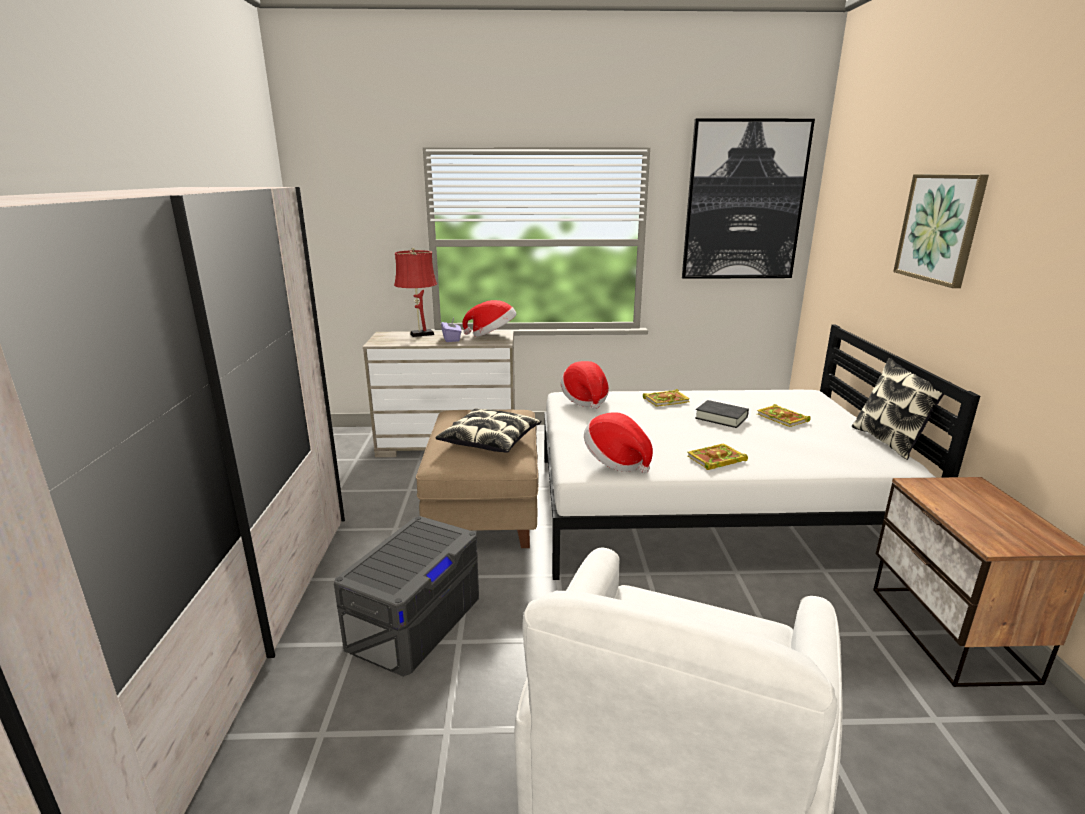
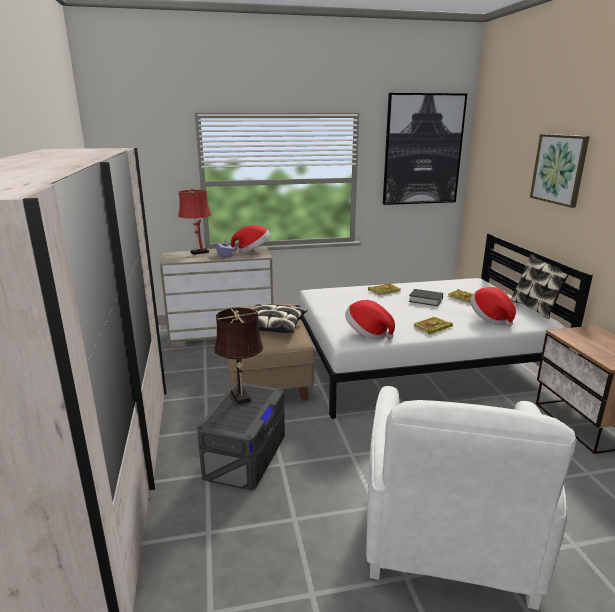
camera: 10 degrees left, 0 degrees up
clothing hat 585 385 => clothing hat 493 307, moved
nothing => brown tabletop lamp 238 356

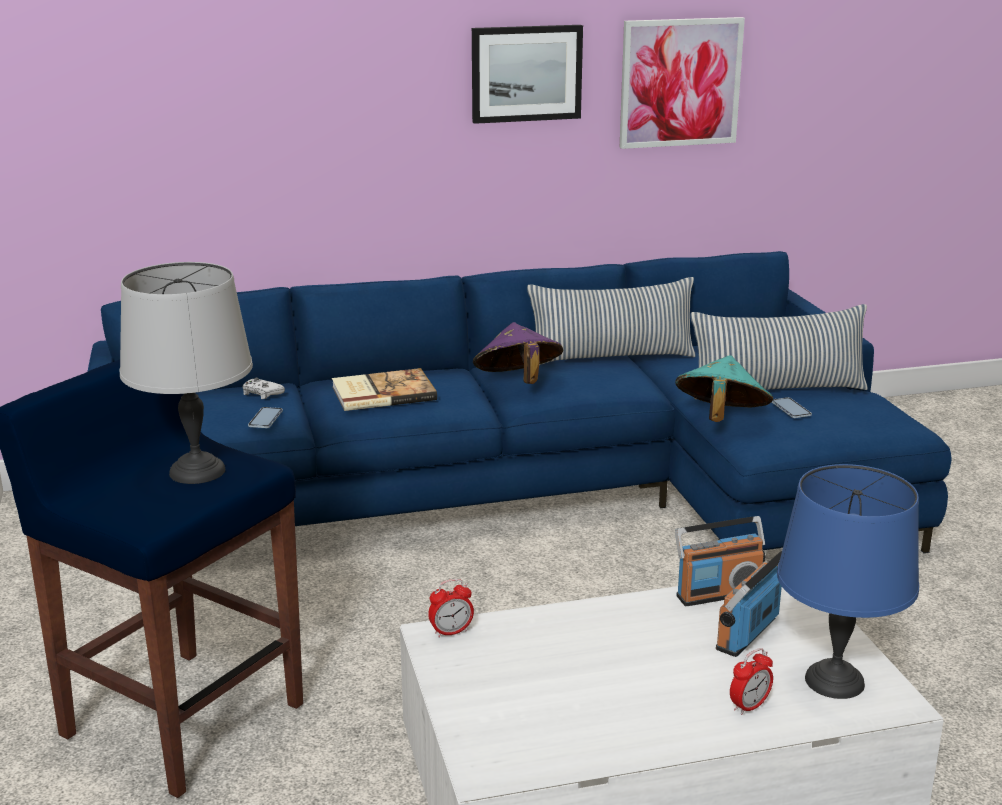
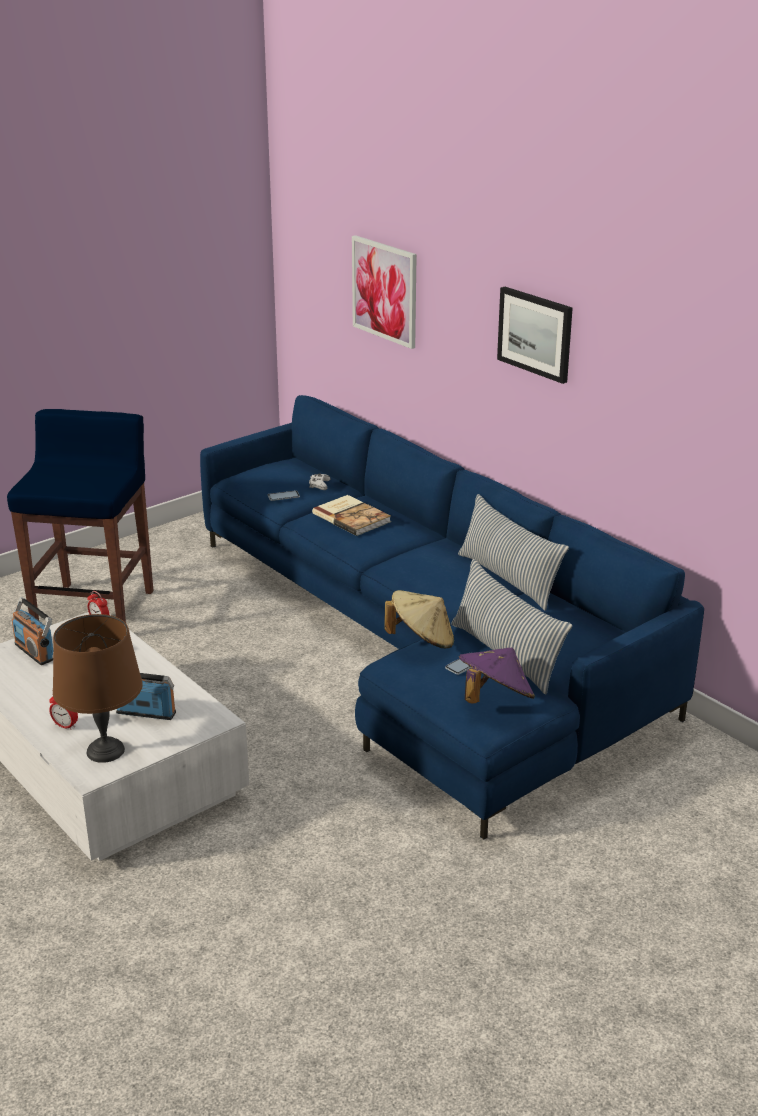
camera: 65 degrees right, 5 degrees up
picture 682 83 => picture 384 292, moved
grey tabletop lamp 186 373 => nothing
purplish clothing hat 518 353 => purplish clothing hat 497 676, moved
turquoise clothing hat 724 388 => beige clothing hat 419 619
blue tabletop lamp 848 581 => brown tabletop lamp 98 688
radio 720 561 => radio 32 631, moved

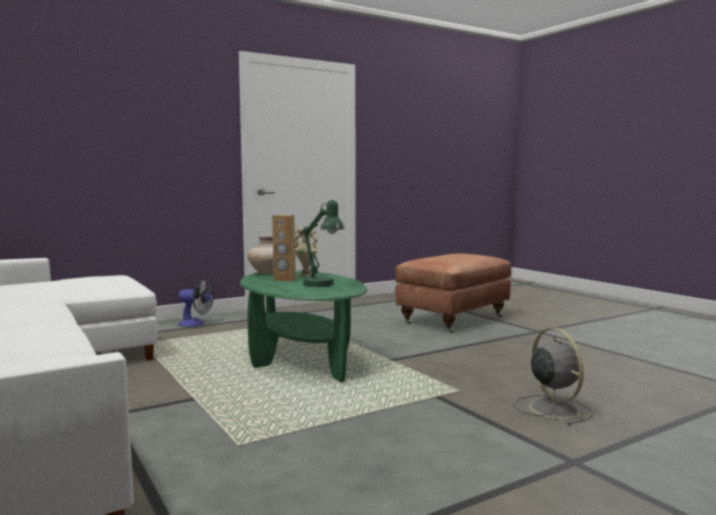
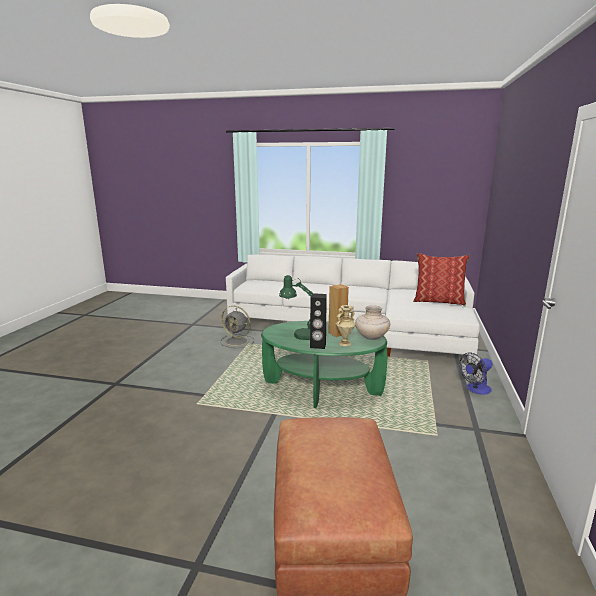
camera: 135 degrees right, 10 degrees up
grey electric fan 553 376 => grey electric fan 237 327, moved
nothing => throw pillow 441 279
nothing => blackish audio speaker 318 321

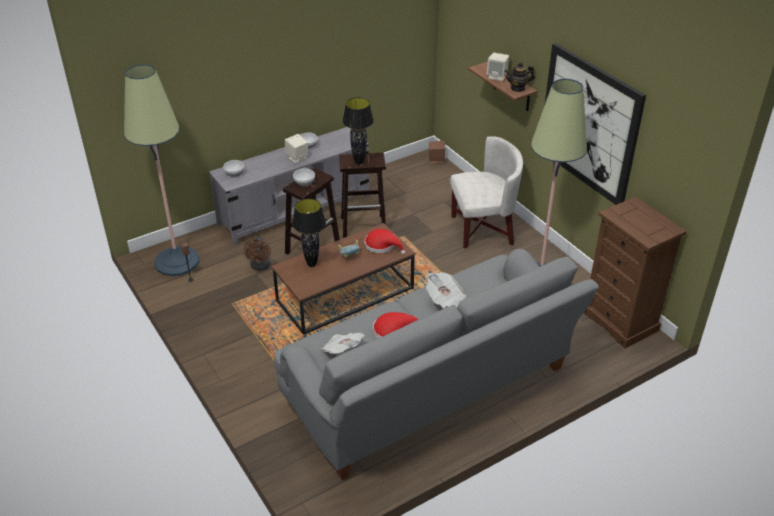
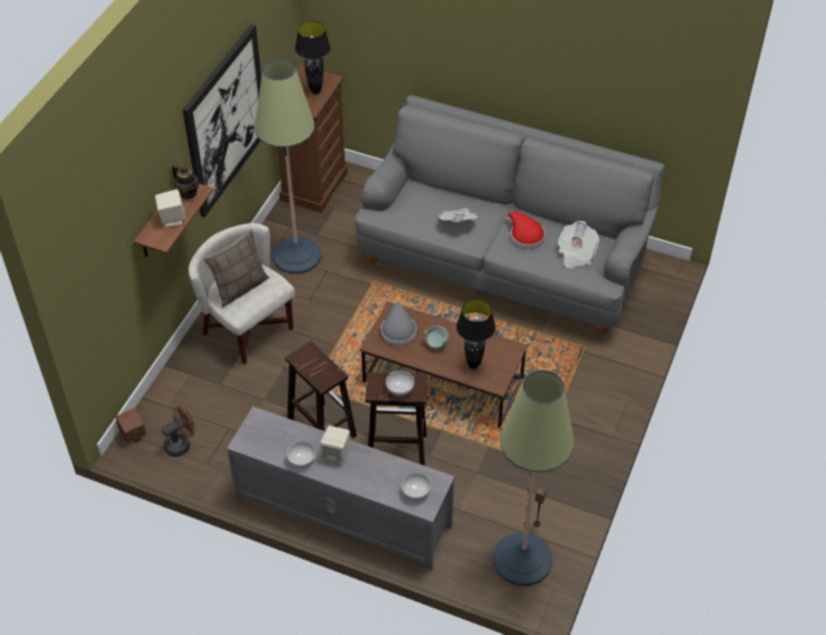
camera: 125 degrees left, 10 degrees up
blackish tabletop lamp 358 131 => blackish tabletop lamp 313 57, moved
reddish clothing hat 385 242 => grey clothing hat 398 323
brown electric fan 257 254 => brown electric fan 178 431, moved
nothing => throw pillow 236 268

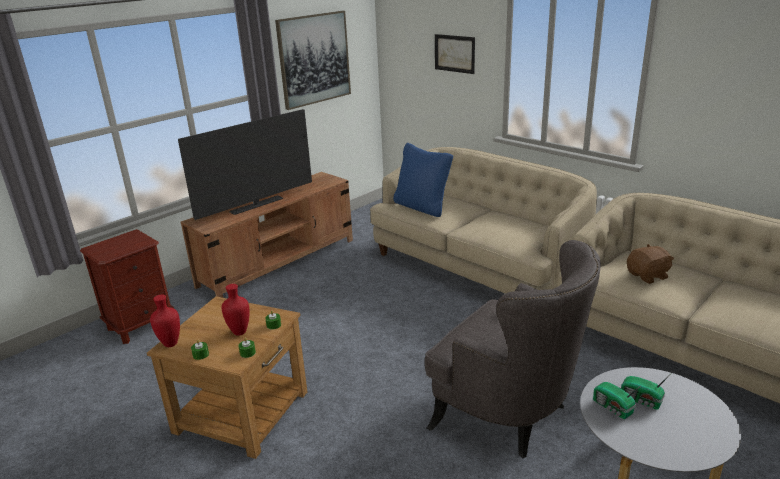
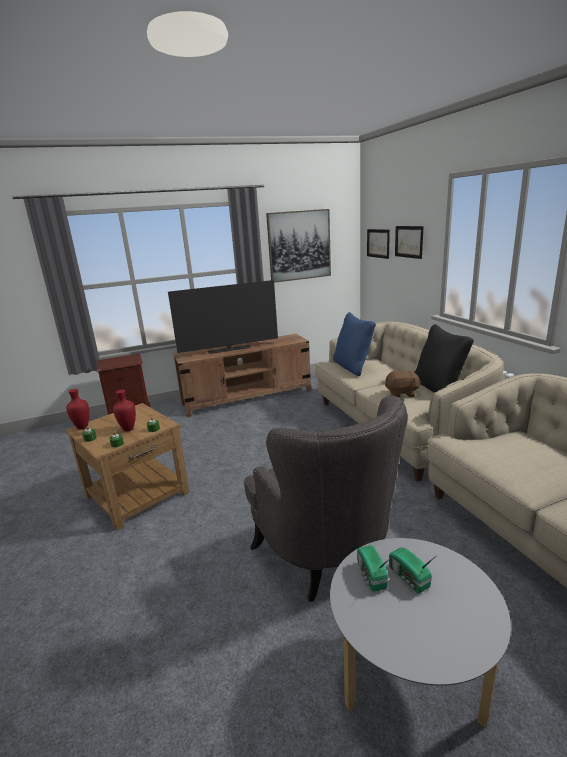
camera: 25 degrees right, 5 degrees down
brown cuddly toy 650 264 => brown cuddly toy 403 384, moved
nothing => picture 378 244
nothing => blackish throw pillow 444 358

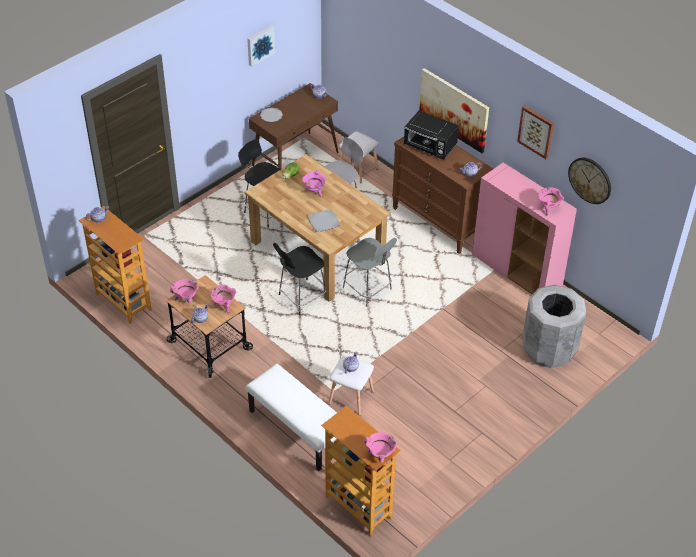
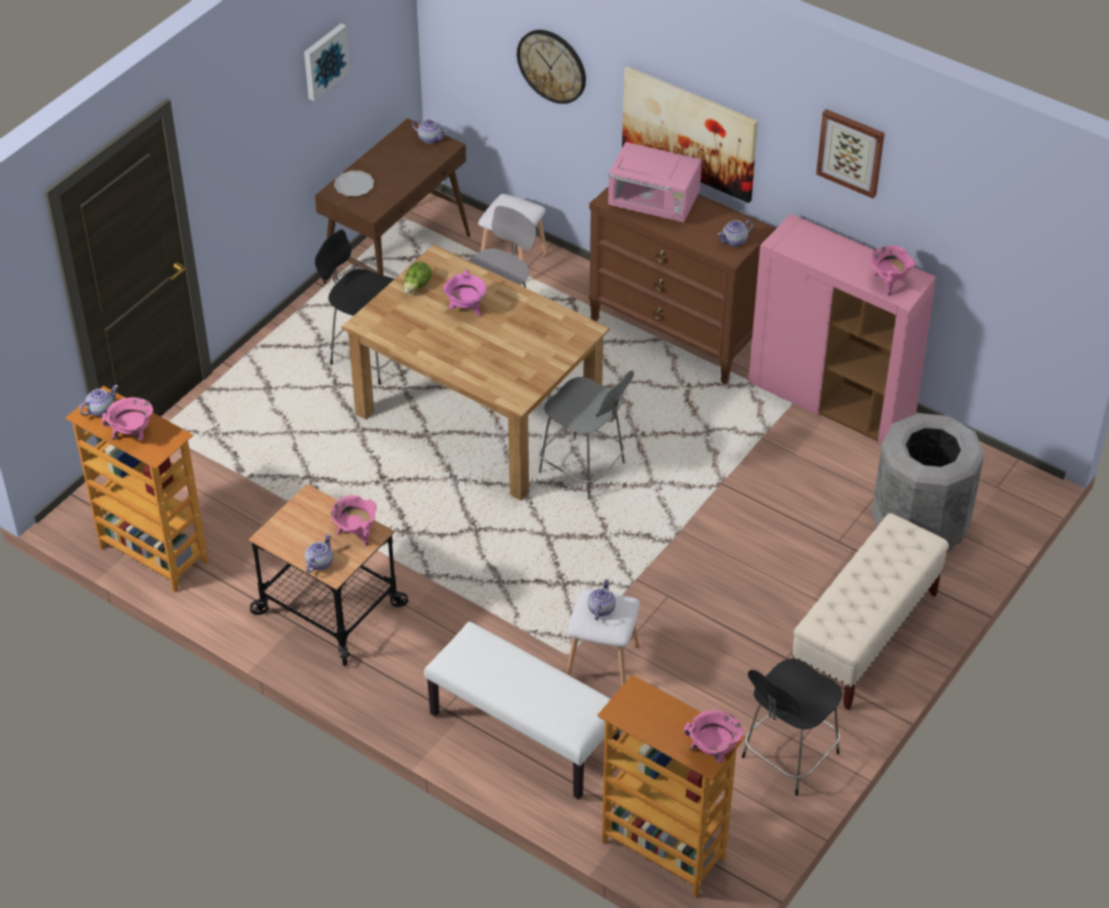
camera: 10 degrees left, 0 degrees up
blackish microwave 431 135 => pink-coloured microwave 655 182
clock on the wall 589 181 => clock on the wall 551 67, moved
plate 324 220 => nothing
blackish upright chair 299 279 => blackish upright chair 792 727, moved
pink-coloured cooking pot 184 291 => pink-coloured cooking pot 127 418, moved
nothing => beige bench 870 611

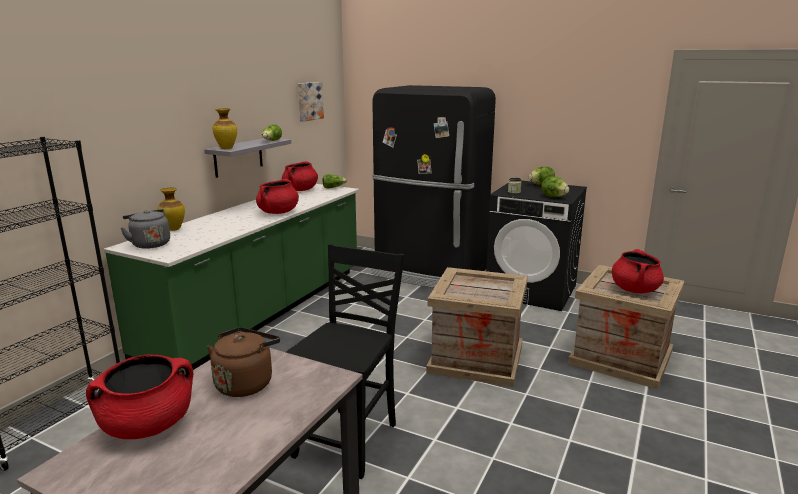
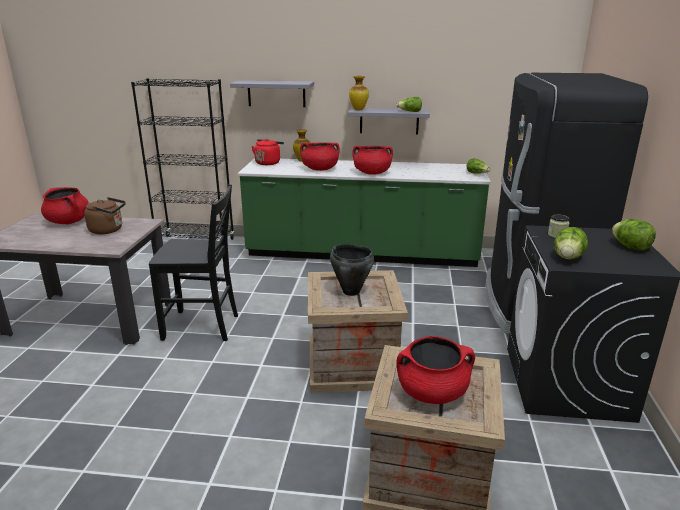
camera: 70 degrees right, 5 degrees up
picture 311 102 => nothing
reddish cooking pot 300 176 => reddish cooking pot 320 156, moved
grey kettle 145 229 => reddish kettle 267 152
nothing => grey shelf 272 93
nothing => blackish cooking pot 352 270

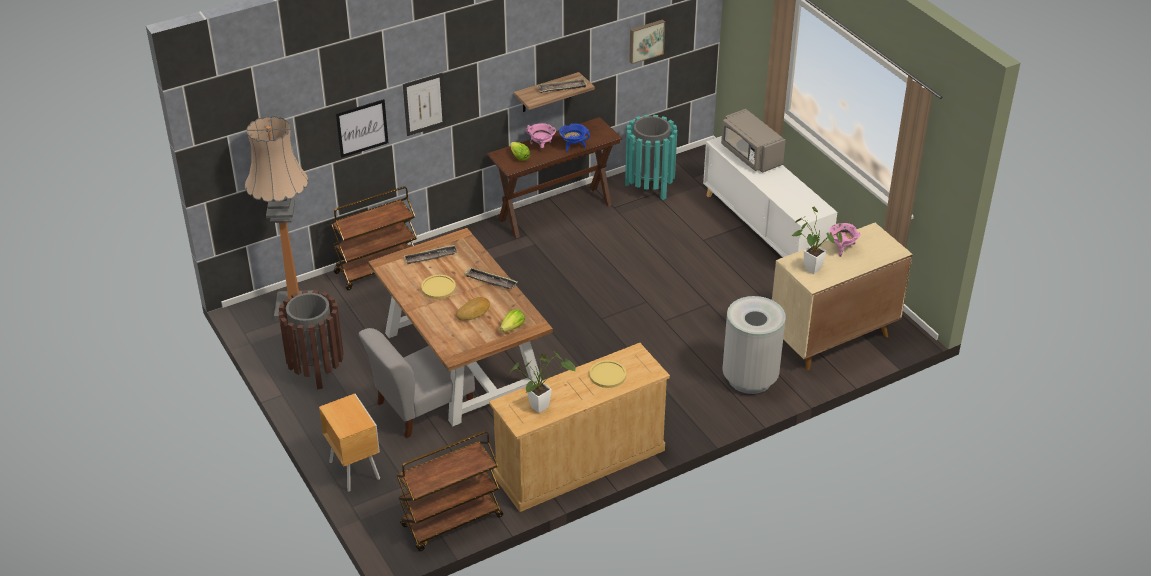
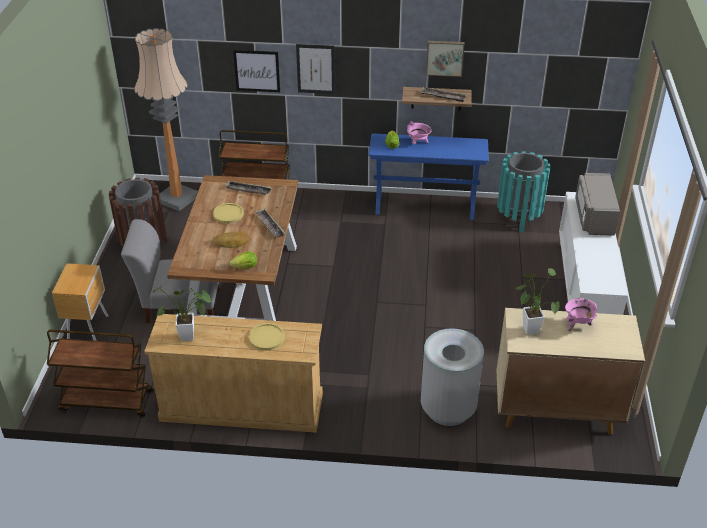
camera: 35 degrees right, 0 degrees up
picture 647 42 => picture 445 59, moved
brown hall table 554 177 => blue hall table 428 176
blue cooking pot 574 138 => nothing

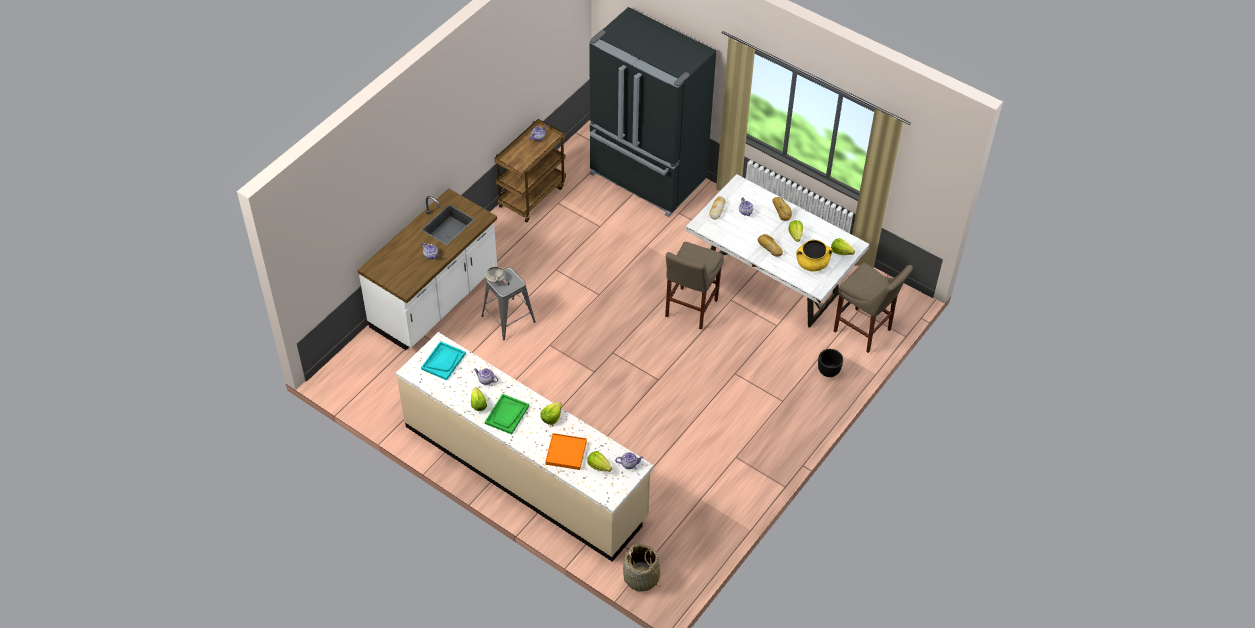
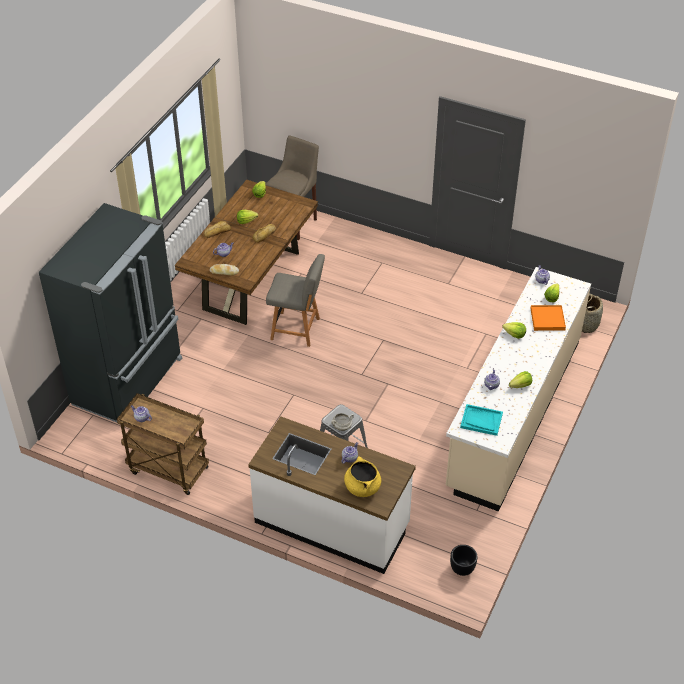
camera: 100 degrees left, 5 degrees down
white dining table 777 251 => brown dining table 246 252
yellowish cooking pot 814 255 => yellowish cooking pot 362 476, moved
beige stool seat 694 286 => grey upright chair 295 300
blackish plant pot 830 363 => blackish plant pot 464 560, moved
green-coloured serving tray 507 414 => nothing

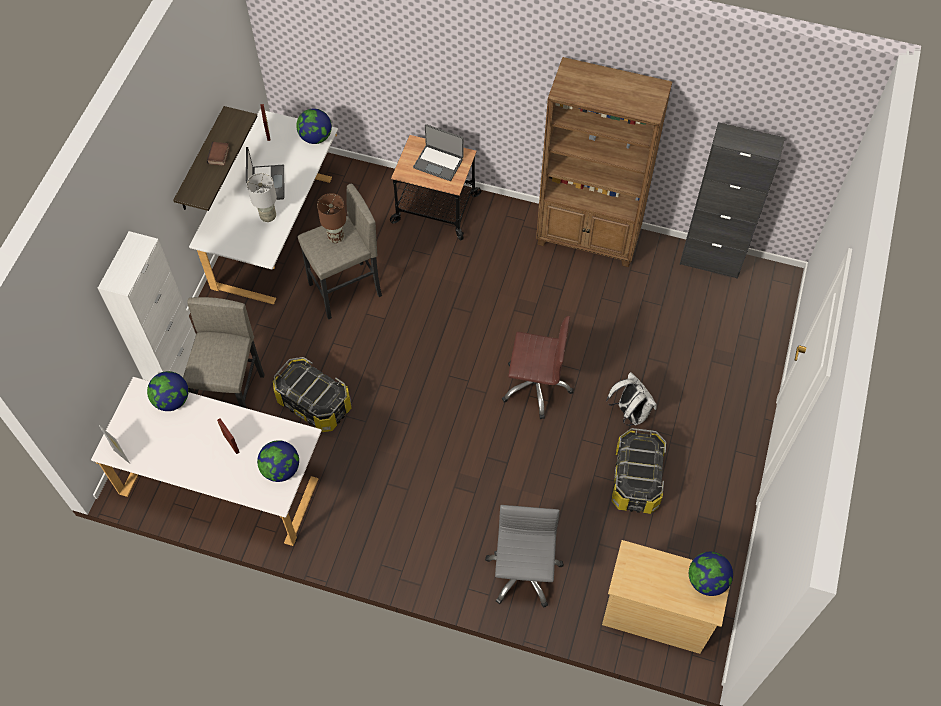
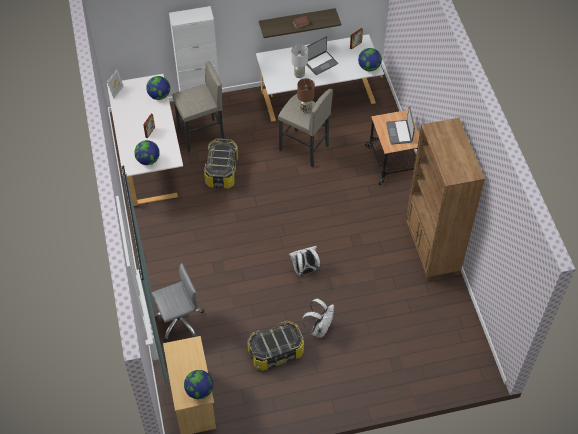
camera: 60 degrees right, 5 degrees down
blackish cupboard 732 200 => nothing
brown computer chair 538 367 => white backpack 304 262

